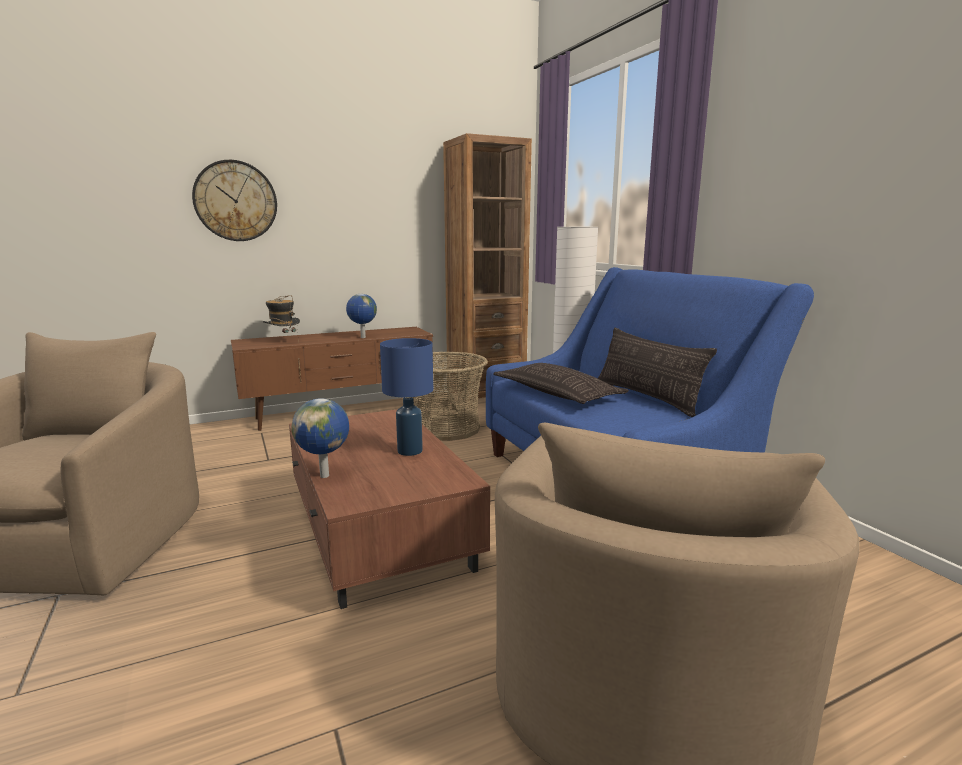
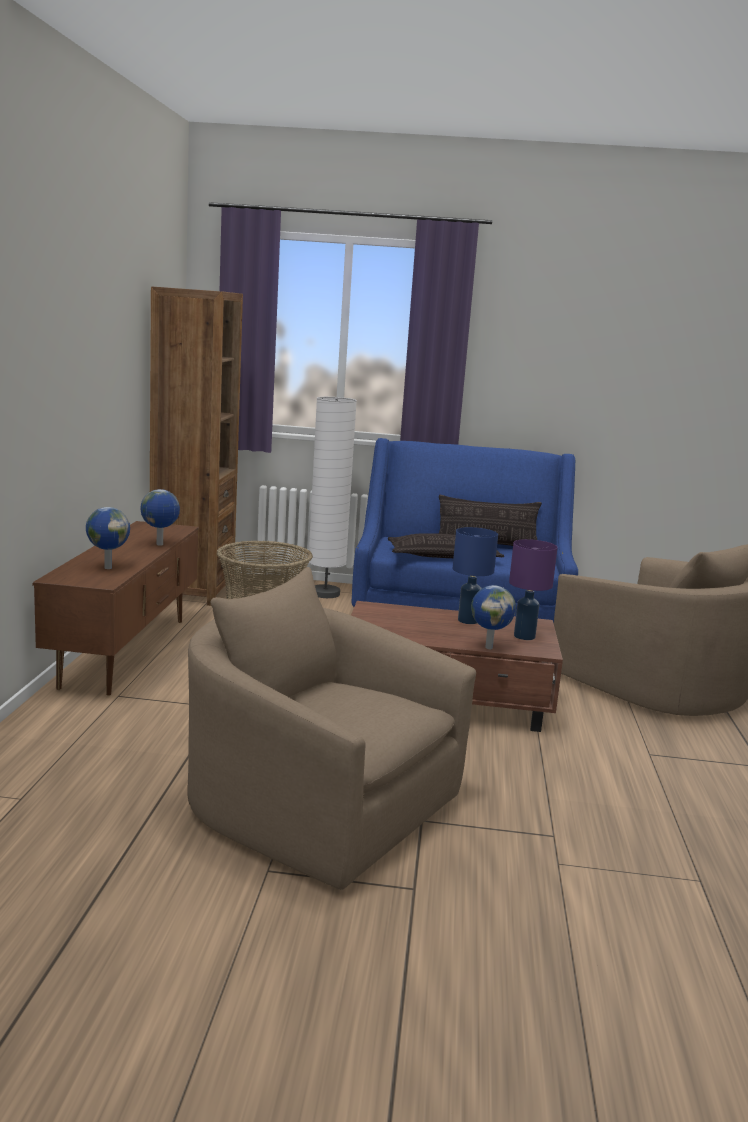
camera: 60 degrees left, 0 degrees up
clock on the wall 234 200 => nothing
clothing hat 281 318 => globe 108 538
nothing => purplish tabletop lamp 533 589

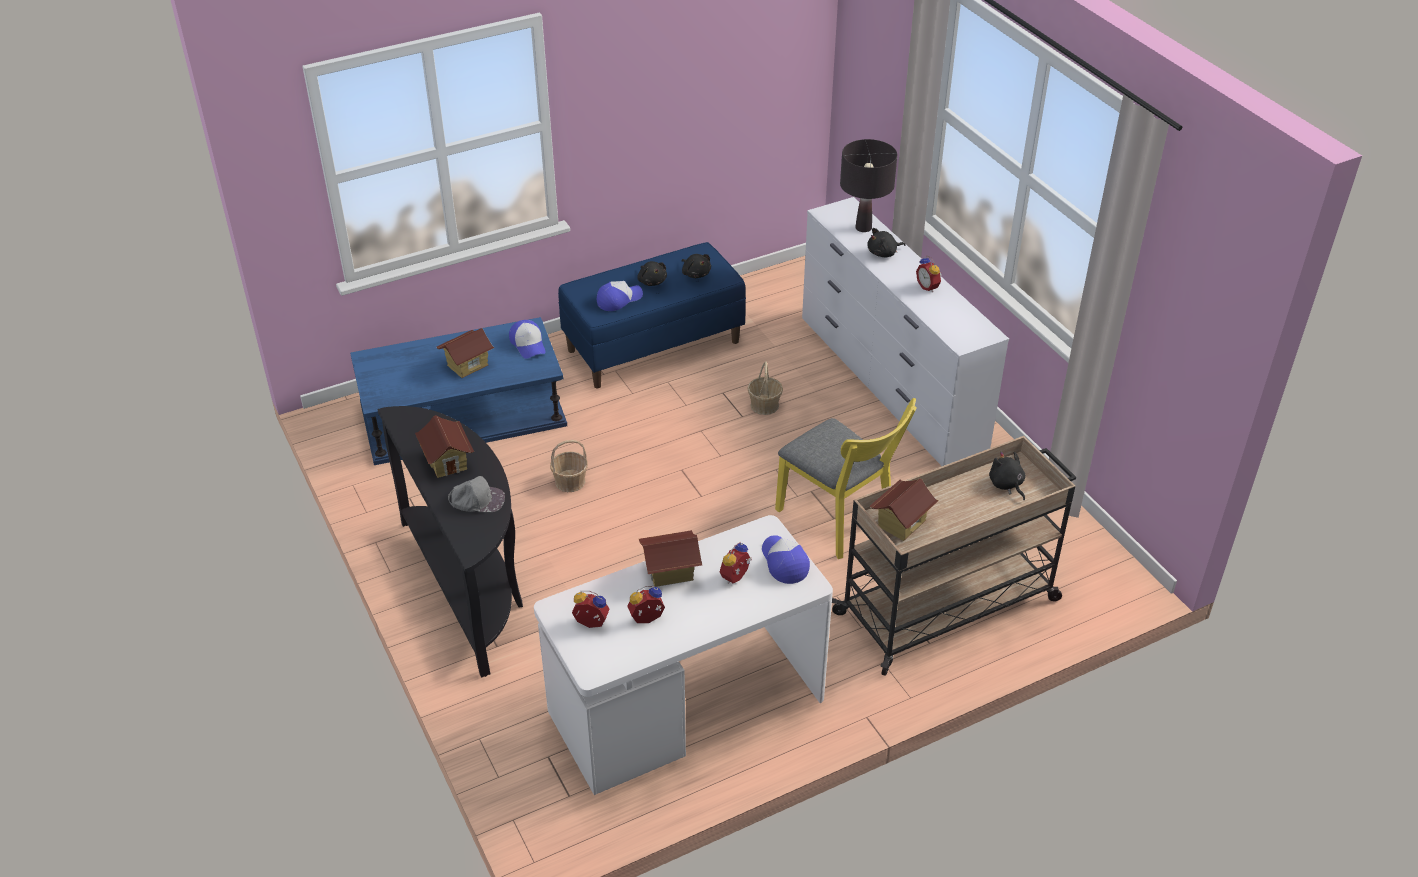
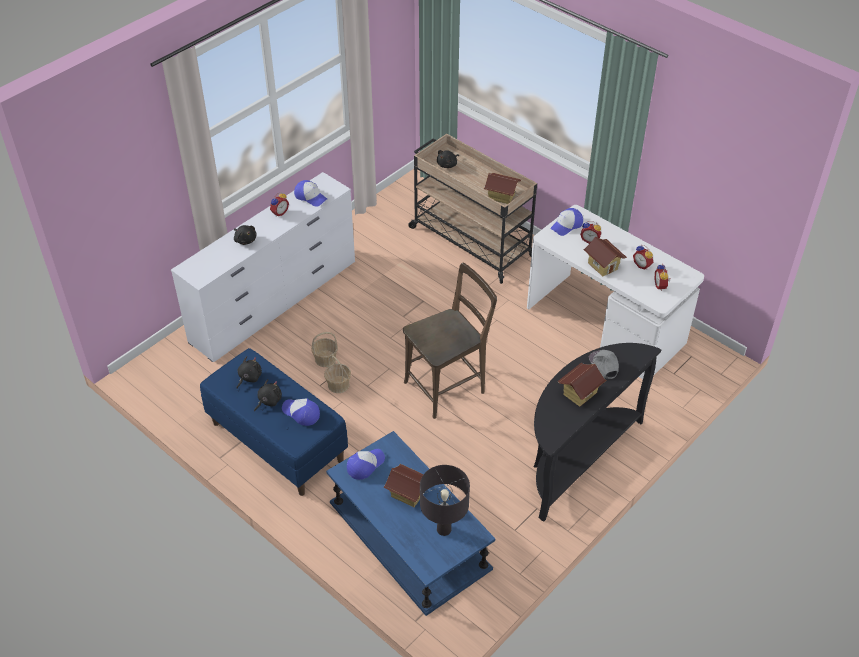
camera: 110 degrees left, 5 degrees up
blackish tabletop lamp 868 185 => blackish tabletop lamp 445 500, moved
yellowish upright chair 846 478 => nothing
storage basket 569 466 => storage basket 337 374, moved
nothing => peaked cap 310 193
nothing => brown upright chair 450 341

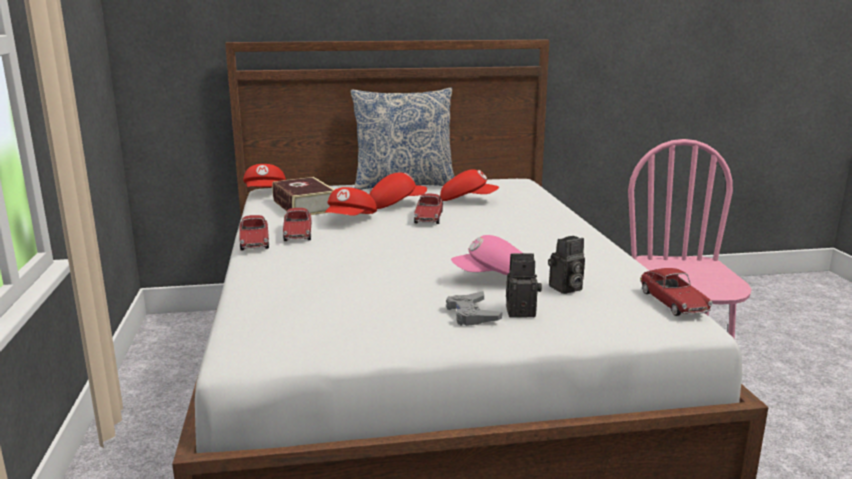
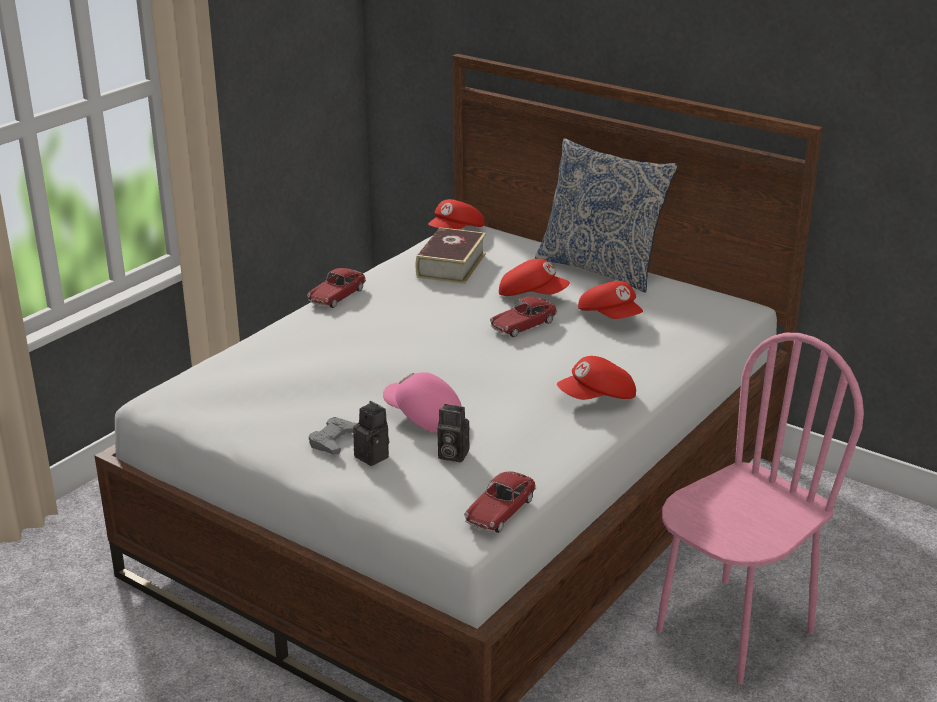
camera: 45 degrees right, 10 degrees up
reddish peaked cap 351 201 => reddish peaked cap 596 378, moved
toy car 297 224 => nothing

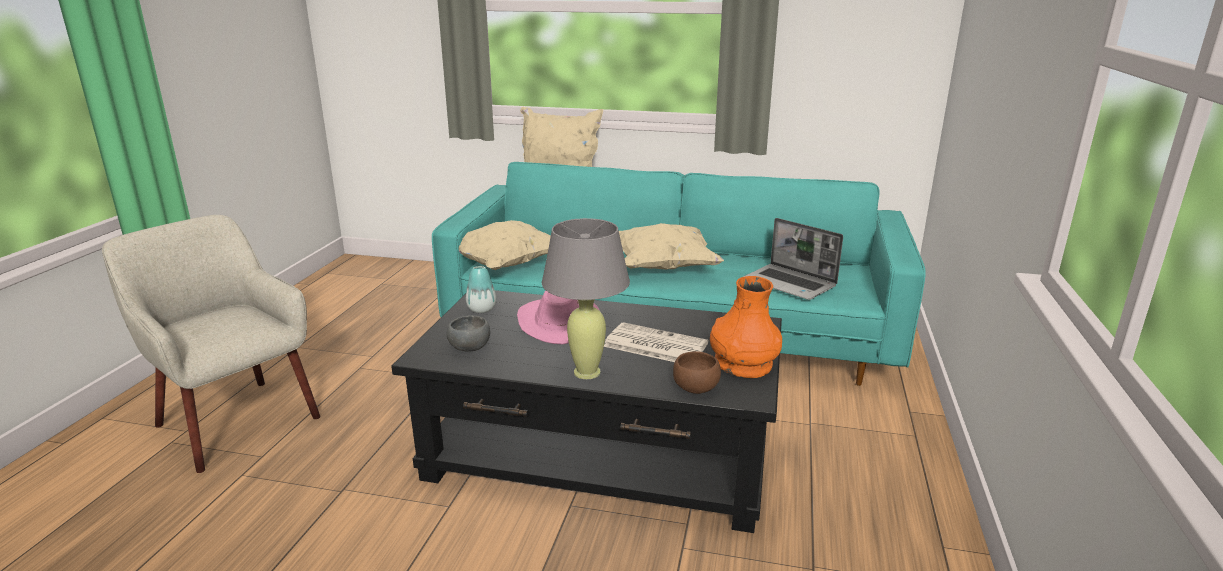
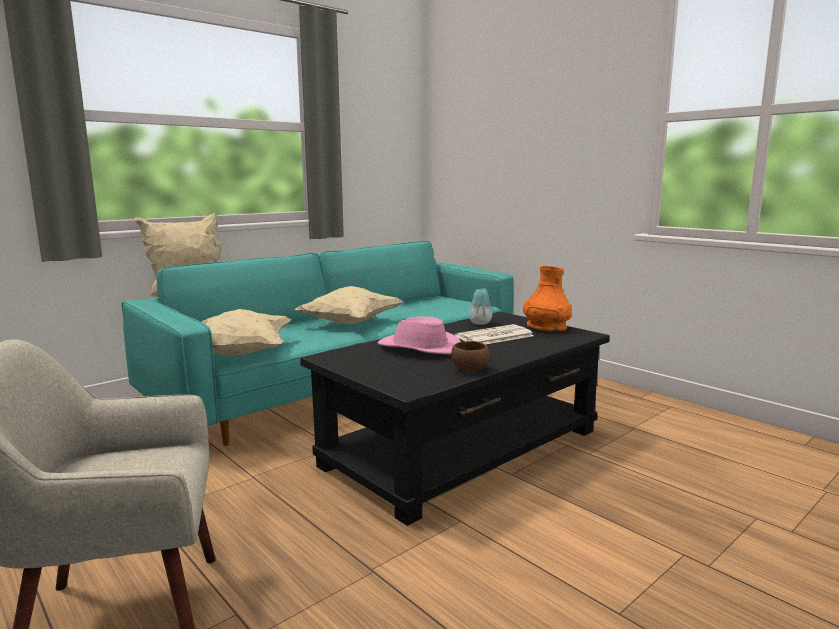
camera: 55 degrees left, 10 degrees down
grey tabletop lamp 586 298 => nothing
notebook computer 793 259 => nothing
vase 481 289 => vase 480 307, moved
grey serving bowl 468 333 => nothing
brown serving bowl 697 372 => brown serving bowl 470 356, moved

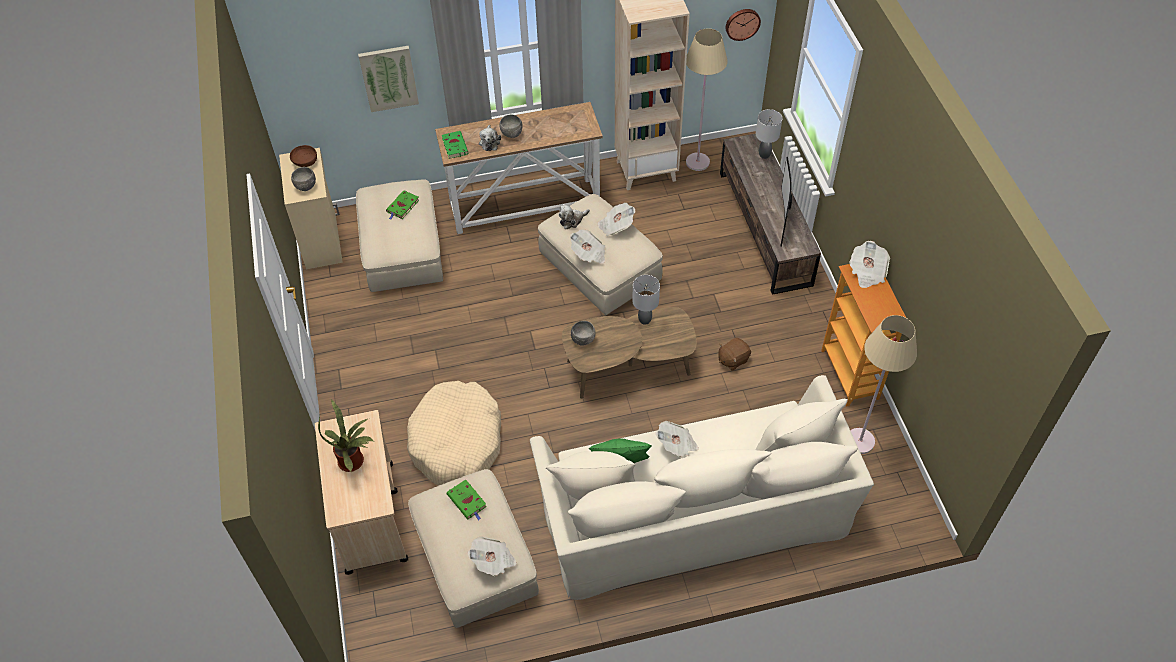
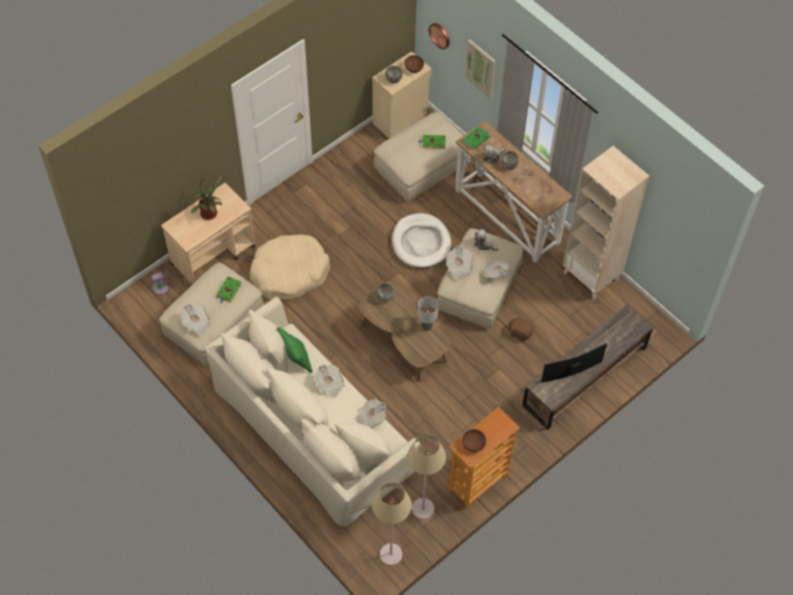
camera: 60 degrees right, 5 degrees up
clock on the wall 743 25 => clock on the wall 439 36, moved
beige standing lamp 707 99 => beige standing lamp 392 524, moved
grey tabletop lamp 769 134 => nothing
printed paper 869 264 => printed paper 371 413, moved
brown cuddly toy 734 354 => brown cuddly toy 521 328, moved
nothing => white pet bed 421 240
nothing => brown electric fan 161 279
nothing => brown serving bowl 474 440

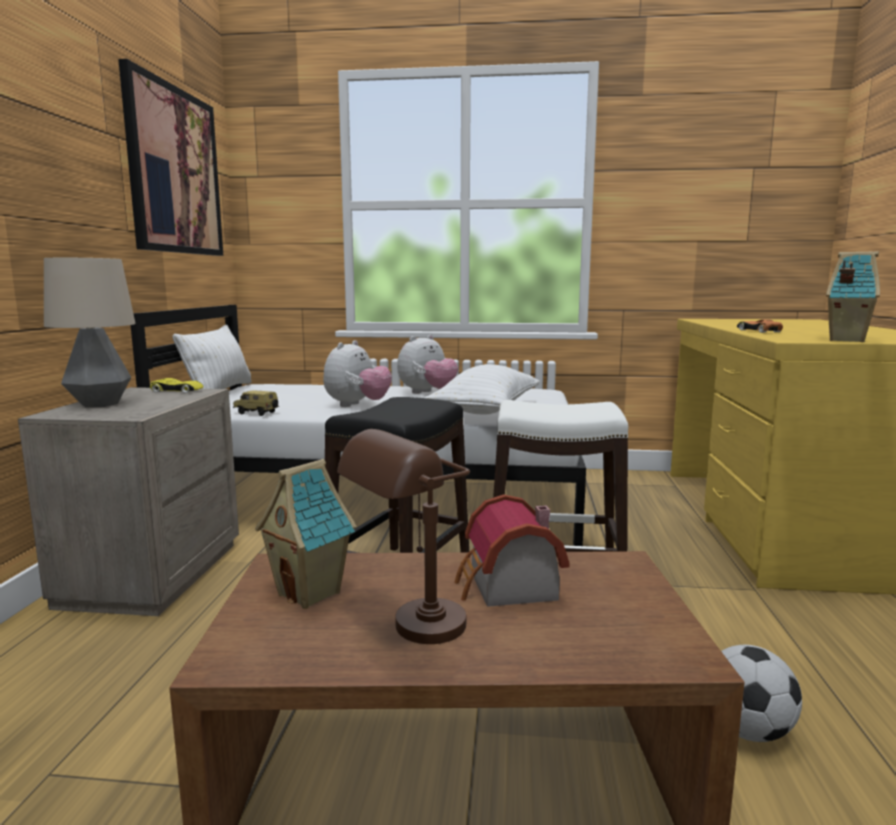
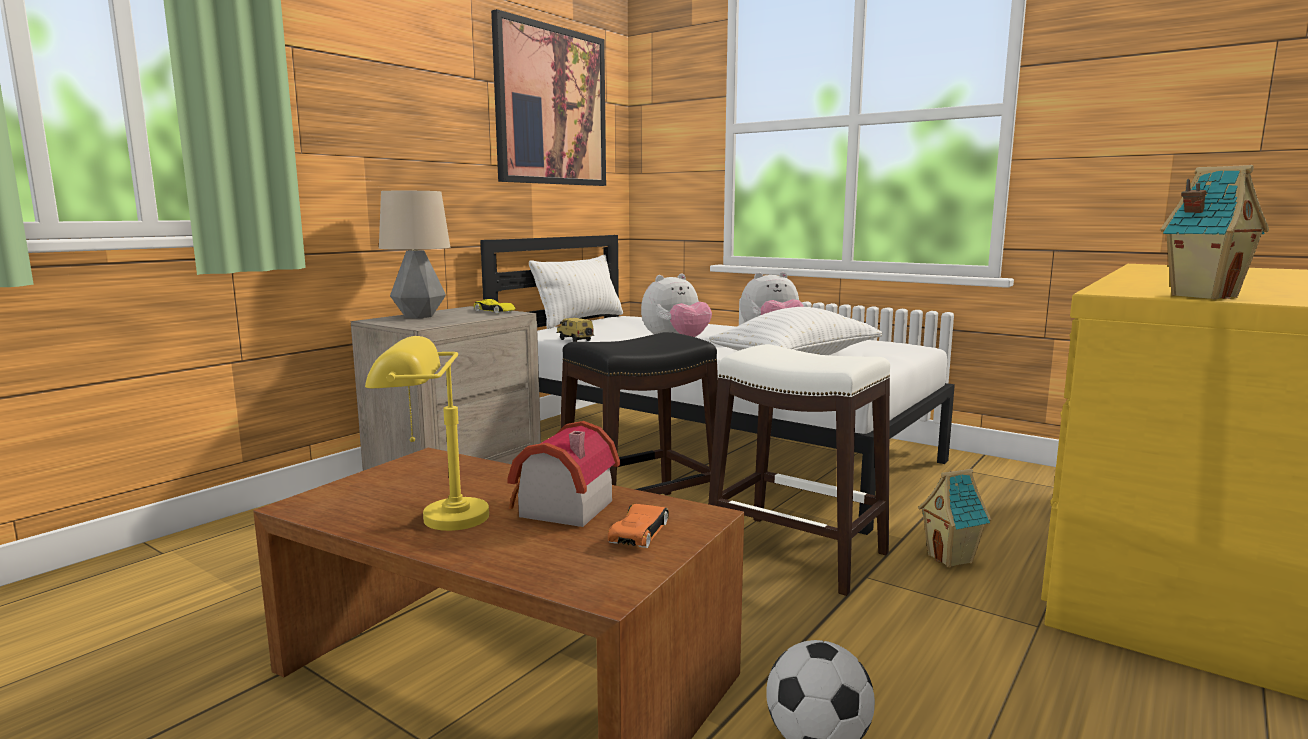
camera: 30 degrees right, 0 degrees up
orangey toy car 760 326 => orangey toy car 638 526, moved
brown tabletop lamp 403 536 => yellowish tabletop lamp 427 433
model house 306 534 => model house 955 518, moved

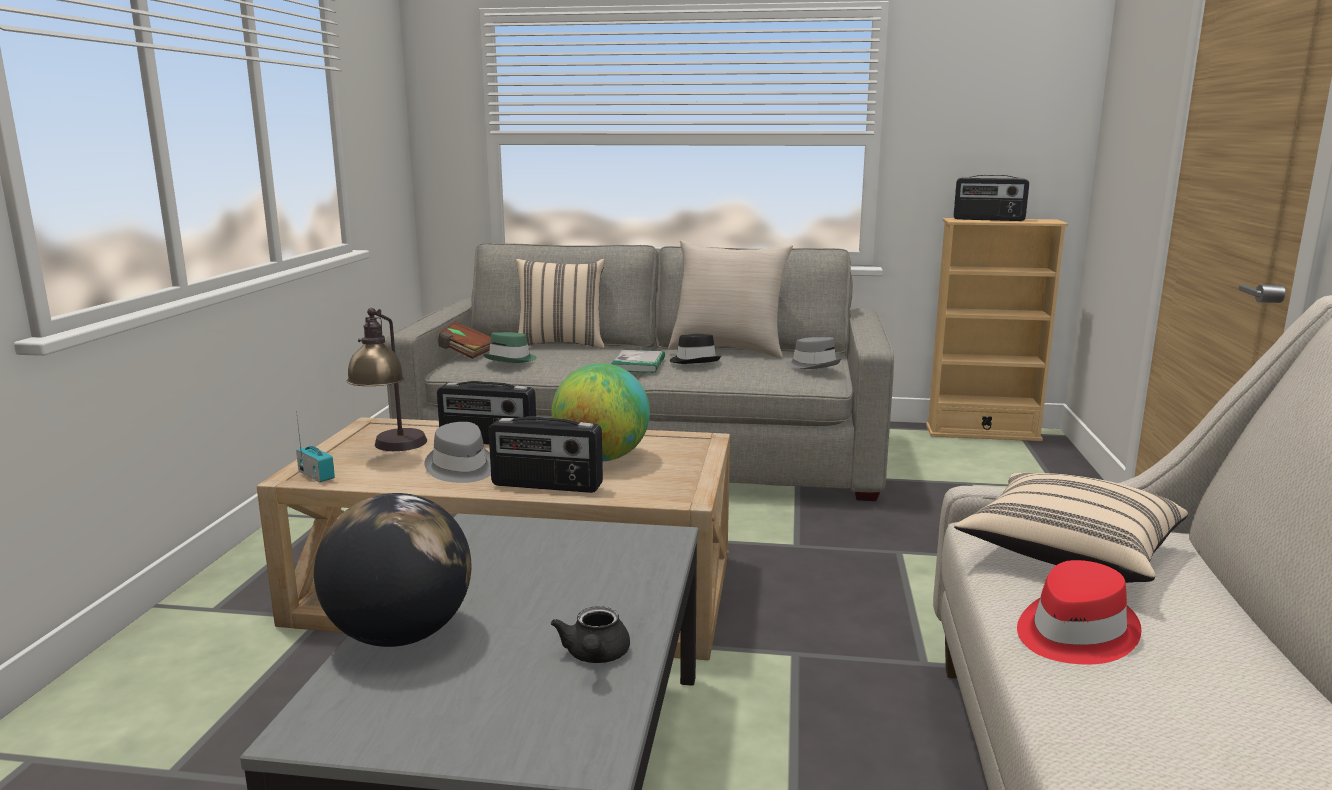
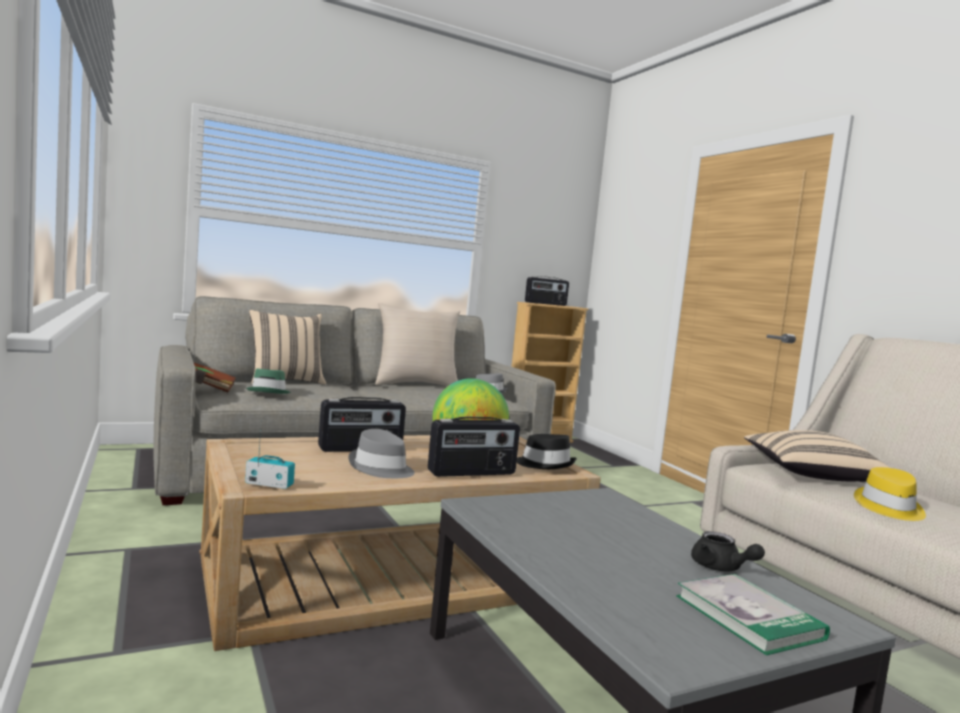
camera: 35 degrees left, 10 degrees down
tabletop lamp 386 379 => nothing
blackish clothing hat 695 349 => blackish clothing hat 547 451, moved
bound book 638 361 => bound book 753 614, moved
globe 392 570 => nothing
reddish clothing hat 1079 612 => yellowish clothing hat 890 494

